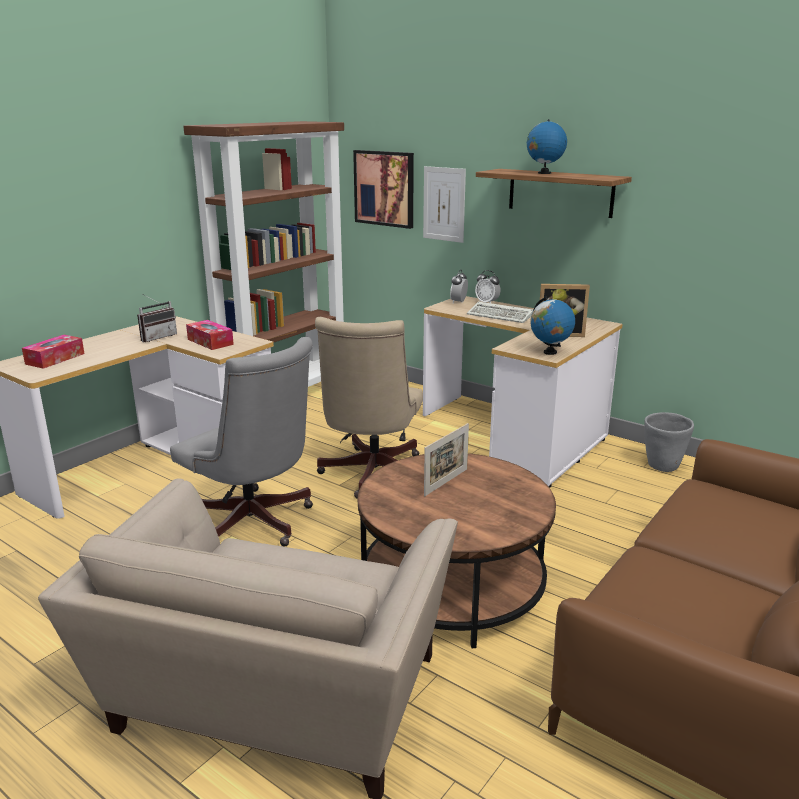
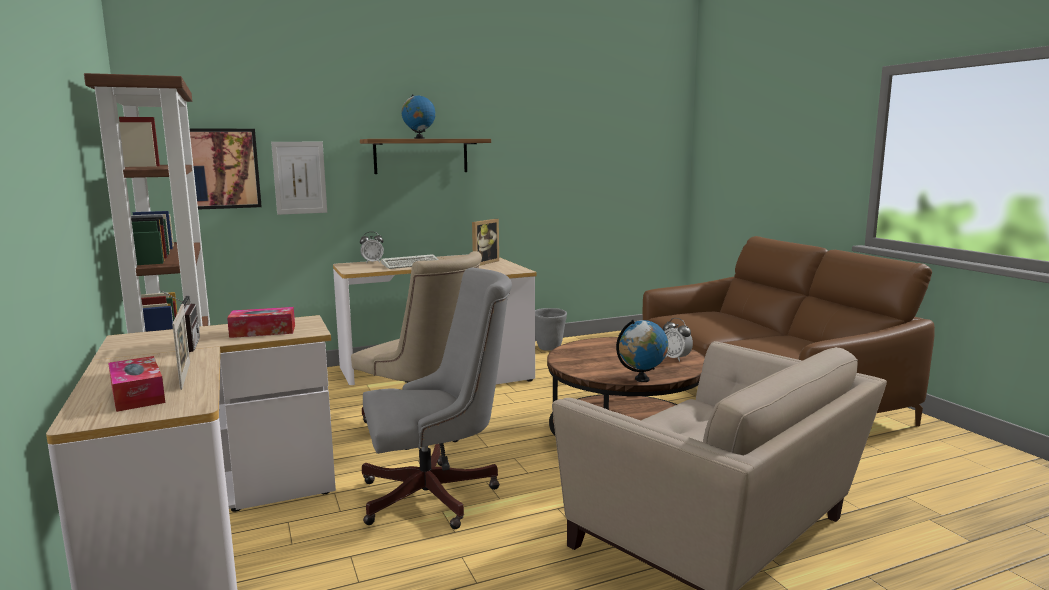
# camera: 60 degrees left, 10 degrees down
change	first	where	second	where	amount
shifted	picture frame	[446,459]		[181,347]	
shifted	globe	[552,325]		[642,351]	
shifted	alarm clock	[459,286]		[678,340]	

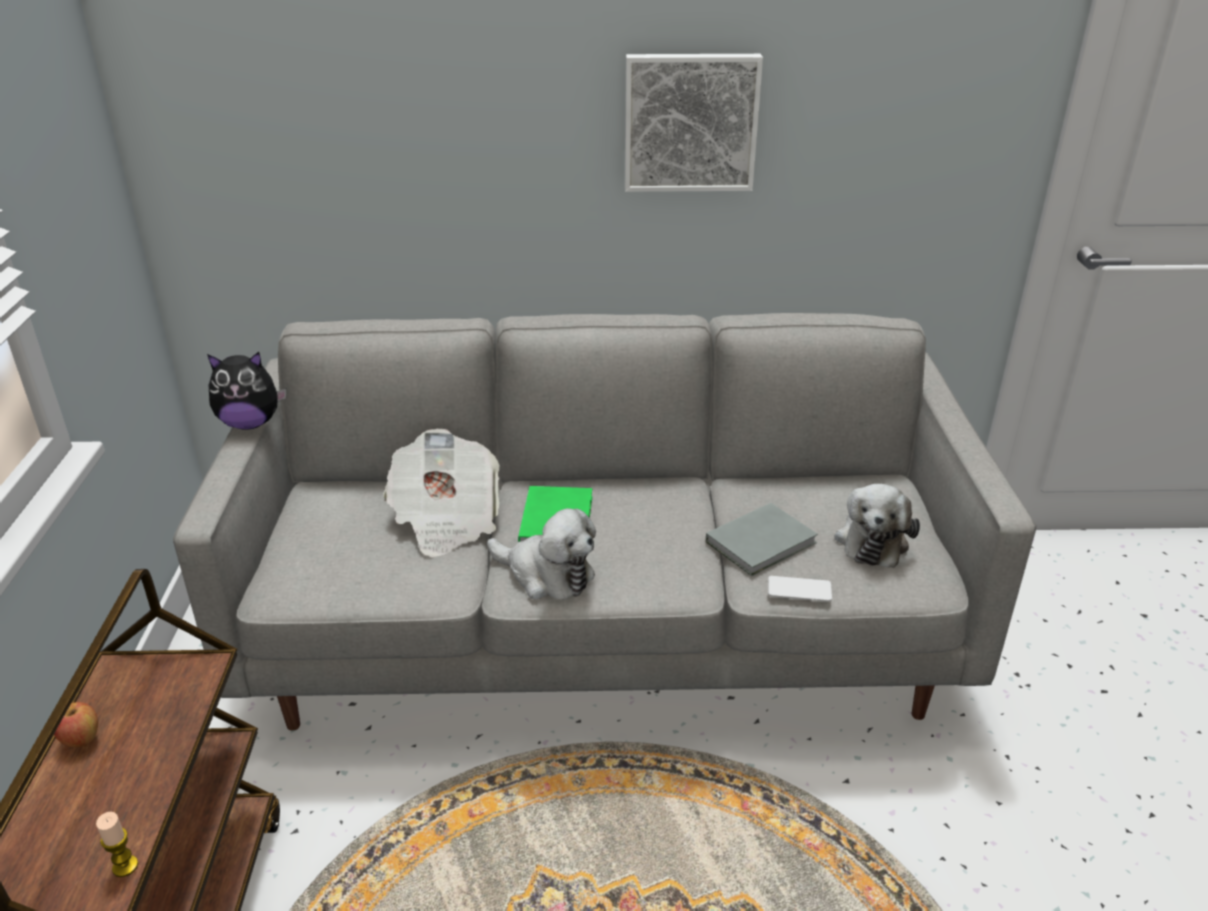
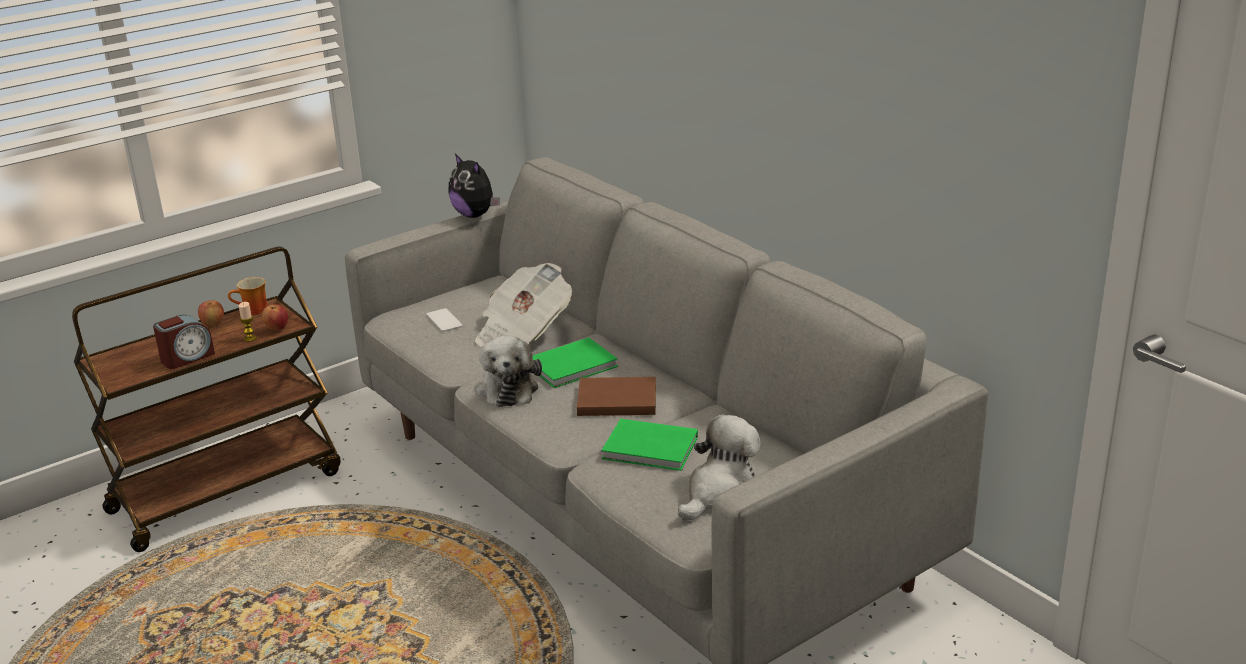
# camera: 55 degrees right, 5 degrees down
change	first	where	second	where	amount
new			alarm clock	[184,342]	
new			mug	[247,296]	
shifted	candle	[117,844]		[248,322]	
new			apple	[275,317]	
shifted	phone	[800,589]		[444,320]	
new			brown book	[616,396]	
repainted	grey book	[762,539]	green book	[649,445]	
rotated	plush toy	[877,526]		[719,468]	150 degrees clockwise
gone	picture	[694,123]			

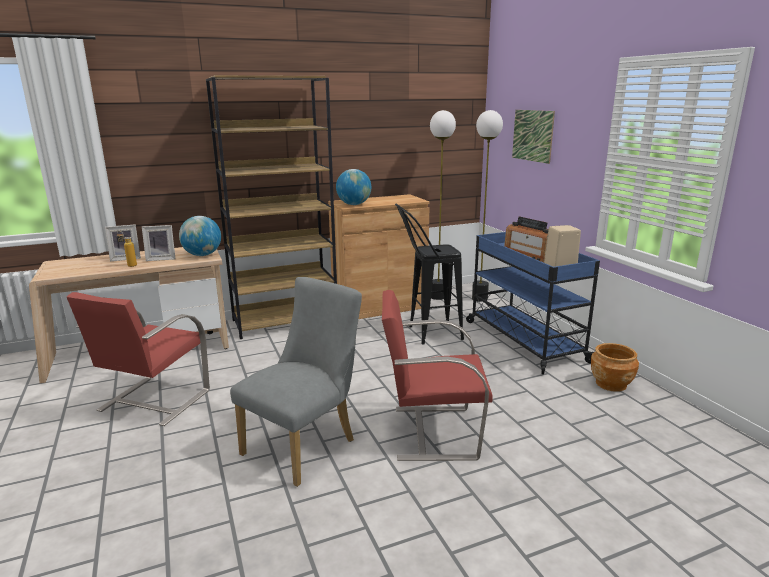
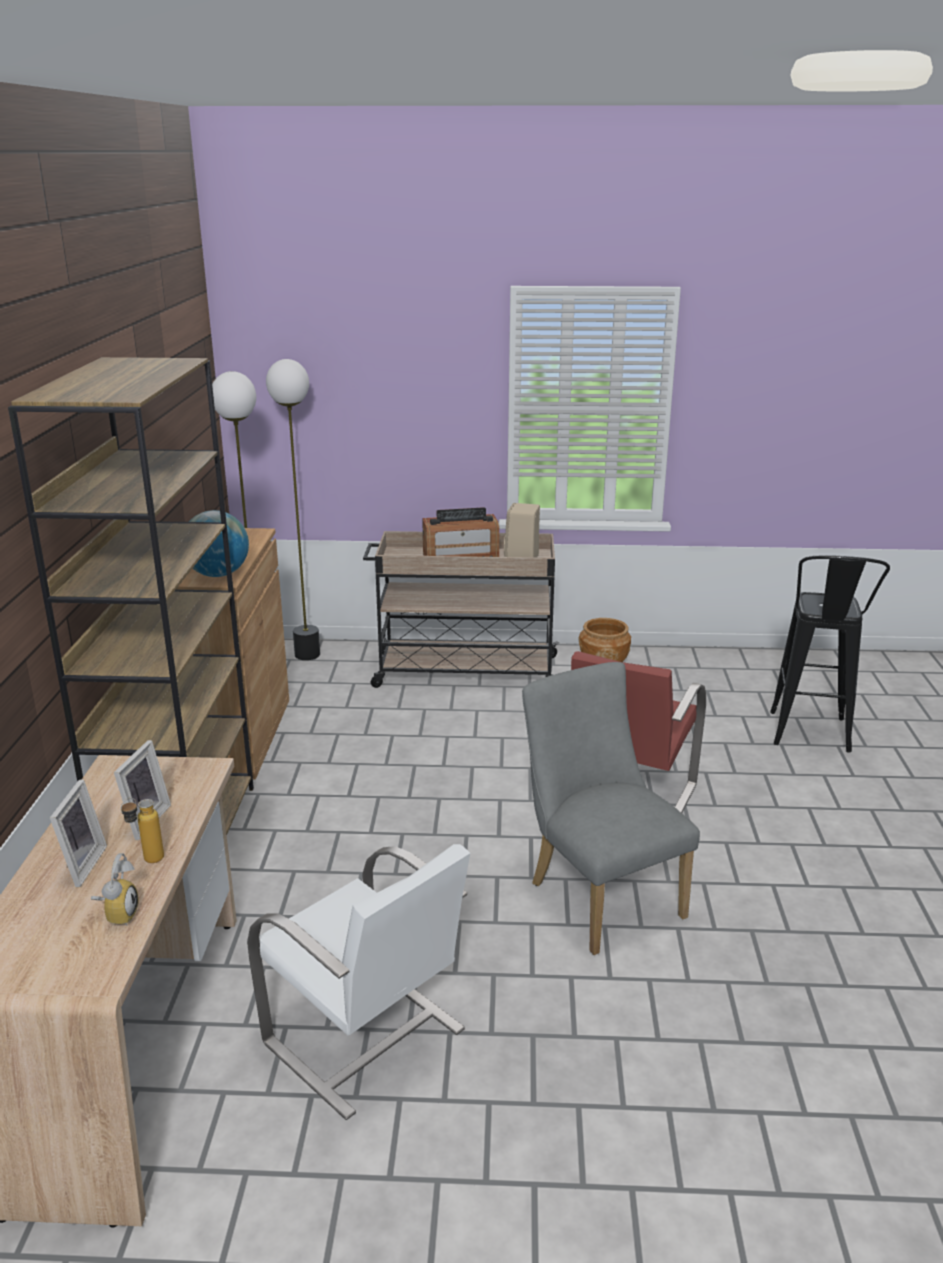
# camera: 65 degrees left, 5 degrees up
change	first	where	second	where	amount
new			alarm clock	[115,889]	
repainted	red chair	[138,359]	white chair	[358,982]	
repainted	blue cart	[533,303]	beige cart	[461,609]	
shifted	black stool	[429,274]		[830,654]	
gone	globe	[200,236]			
gone	picture	[533,137]			

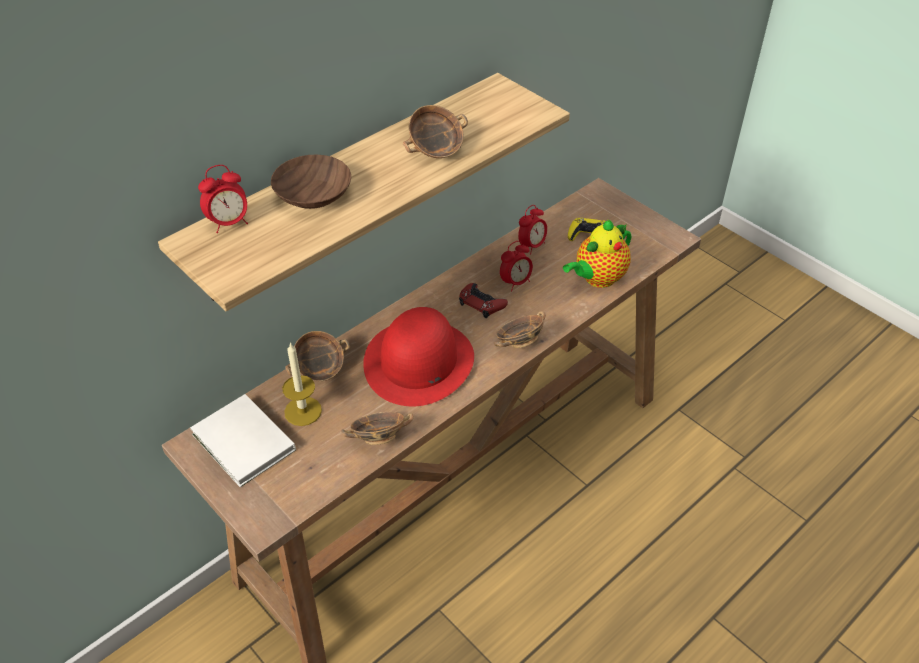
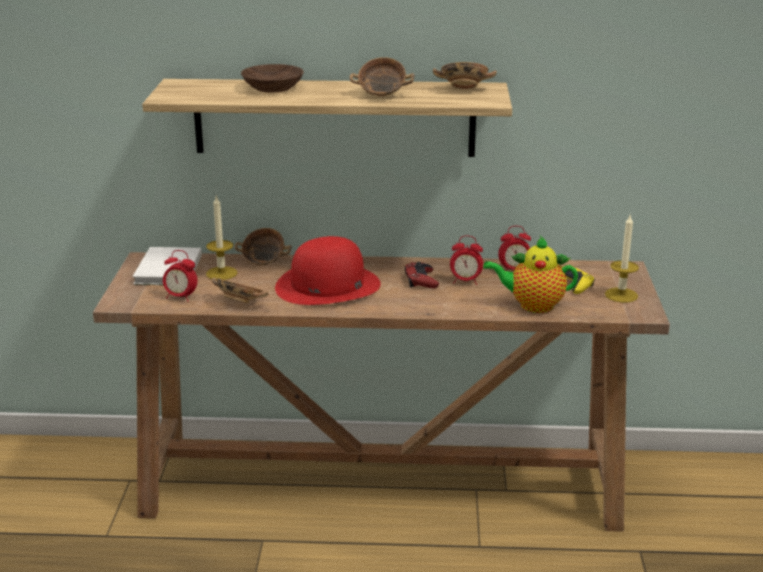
# camera: 45 degrees right, 20 degrees down
change	first	where	second	where	amount
shifted	alarm clock	[223,199]		[180,276]	
shifted	bowl	[520,329]		[465,75]	
new			candle	[622,259]	

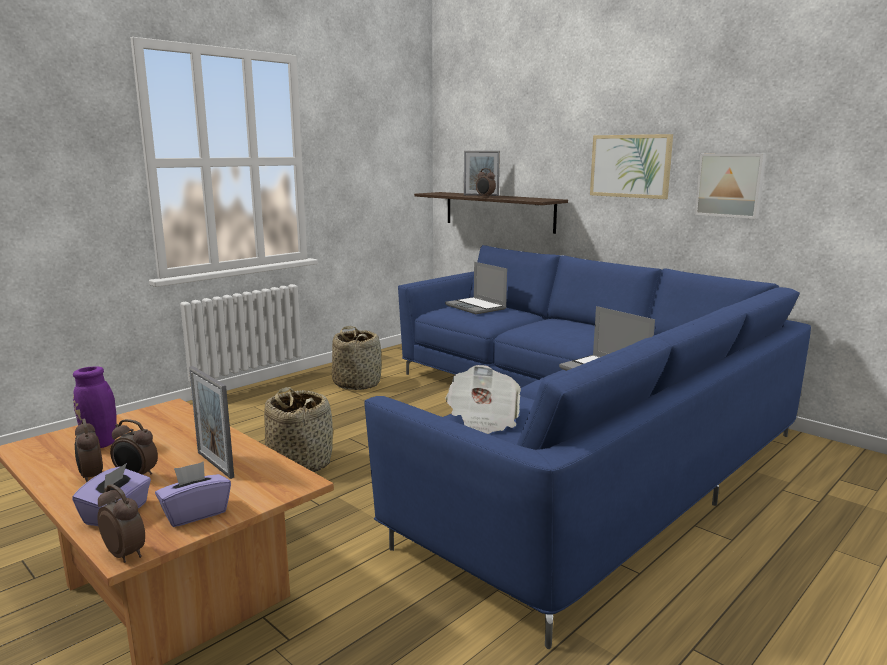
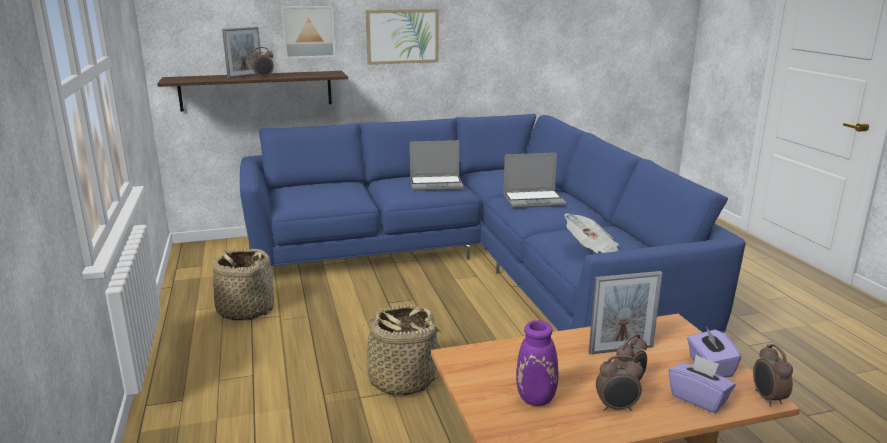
# camera: 60 degrees left, 5 degrees up
change	first	where	second	where	amount
shifted	picture	[730,186]		[308,32]	
shifted	laptop	[476,288]		[437,165]	
rotated	alarm clock	[121,523]		[773,375]	75 degrees counterclockwise

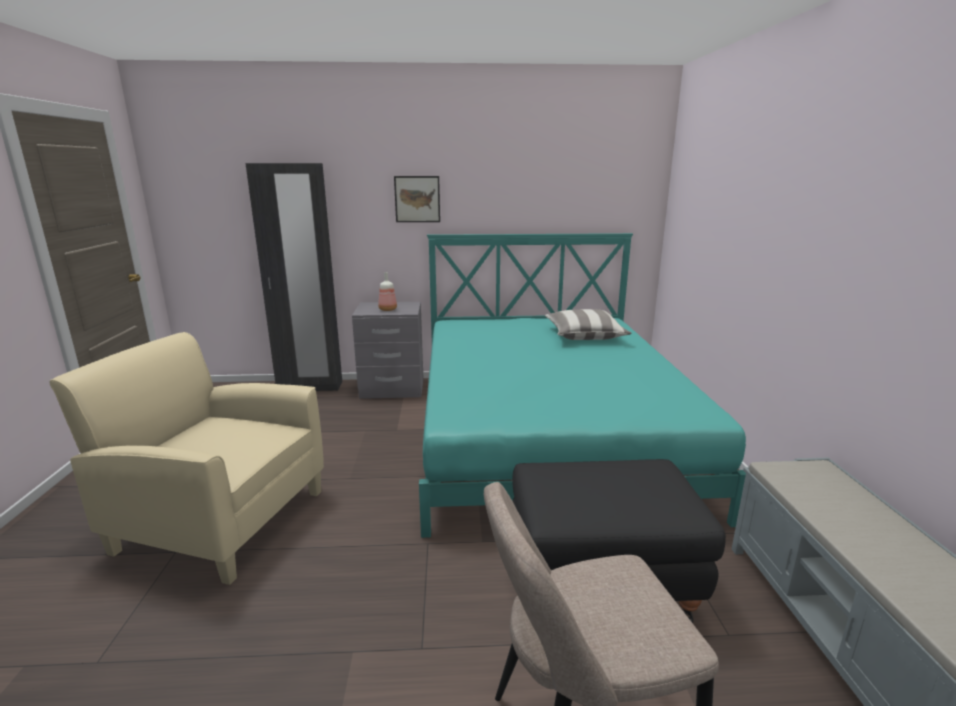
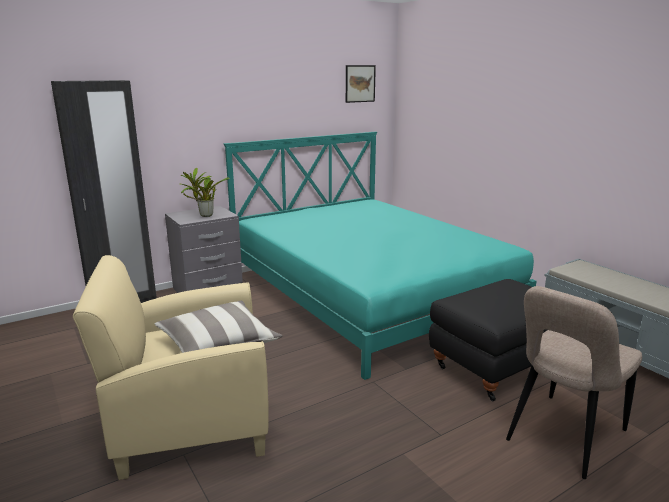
# camera: 30 degrees left, 0 degrees up
change	first	where	second	where	amount
shifted	pillow	[588,324]		[218,327]	
swapped	bottle	[387,291]	potted plant	[205,192]	
shifted	picture	[417,199]		[361,84]	

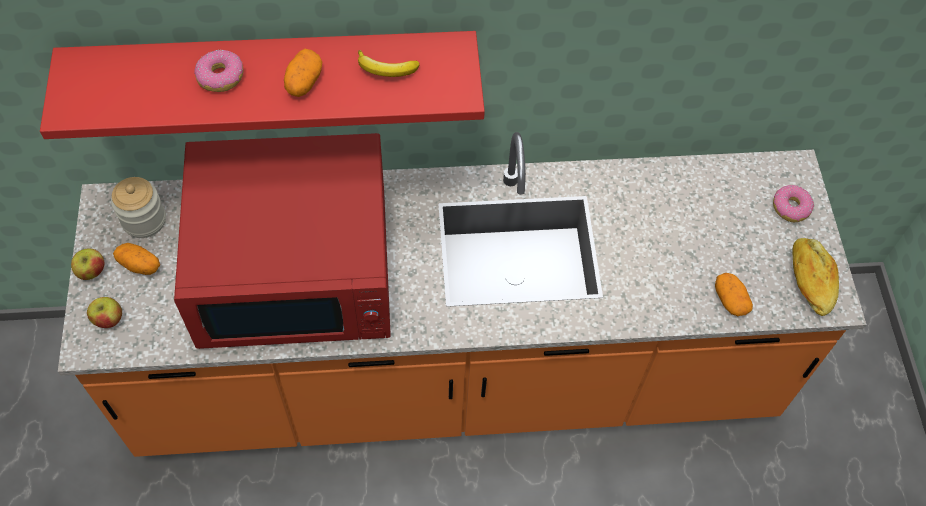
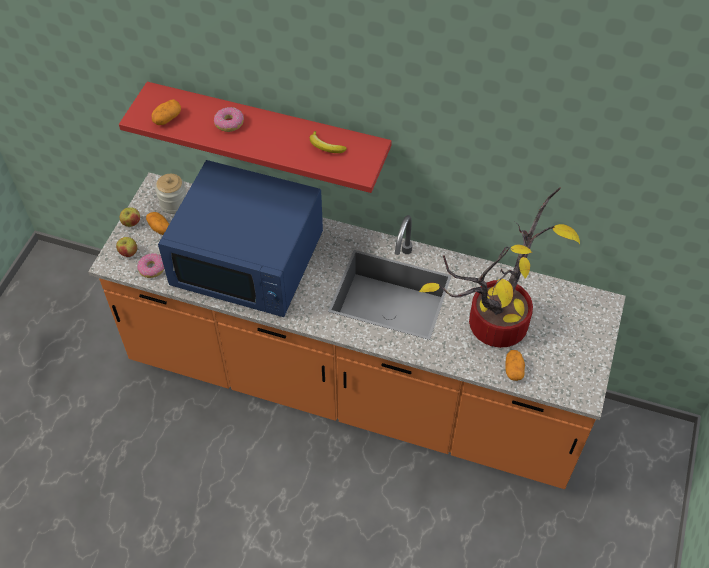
# camera: 25 degrees right, 5 degrees down
change	first	where	second	where	amount
shifted	donut	[793,204]		[150,265]	
shifted	potato	[303,73]		[166,112]	
repainted	red microwave	[282,241]	blue microwave	[240,238]	
new			potted plant	[499,267]	
gone	bread	[815,277]			

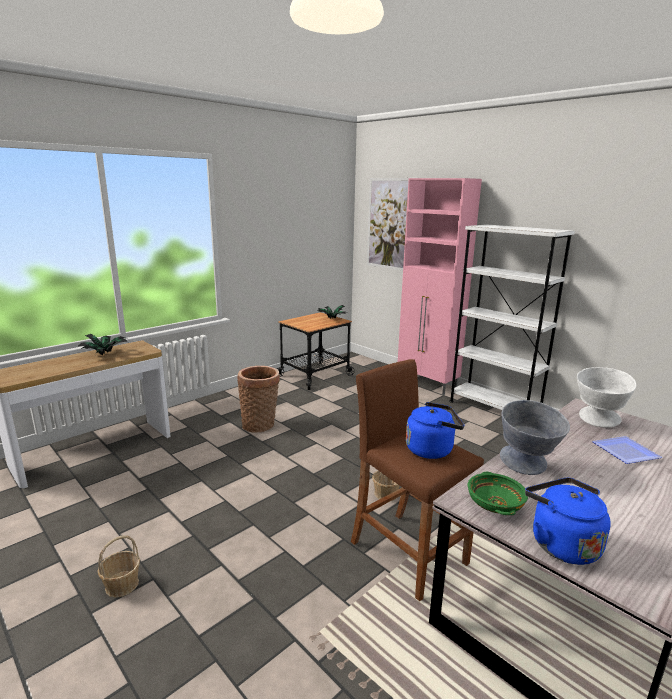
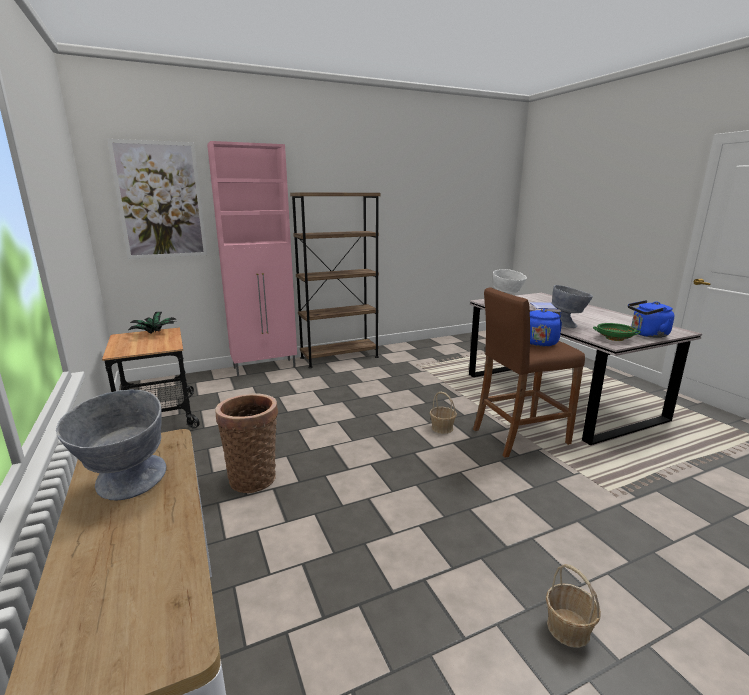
# camera: 70 degrees left, 0 degrees up
change	first	where	second	where	amount
swapped	potted plant	[102,344]	grey bowl	[111,445]	
repainted	white bookcase	[512,317]	brown bookcase	[335,280]	

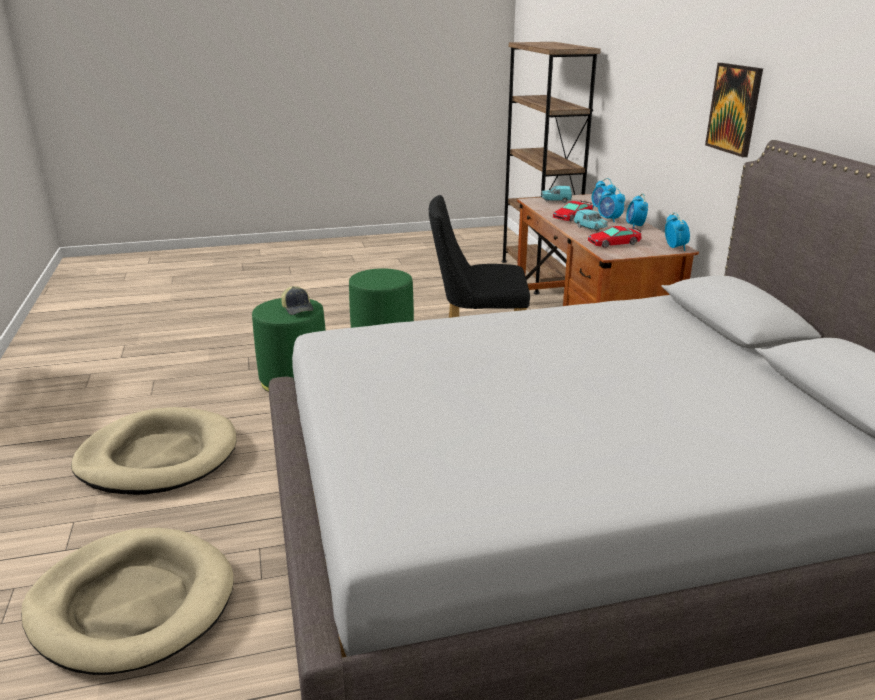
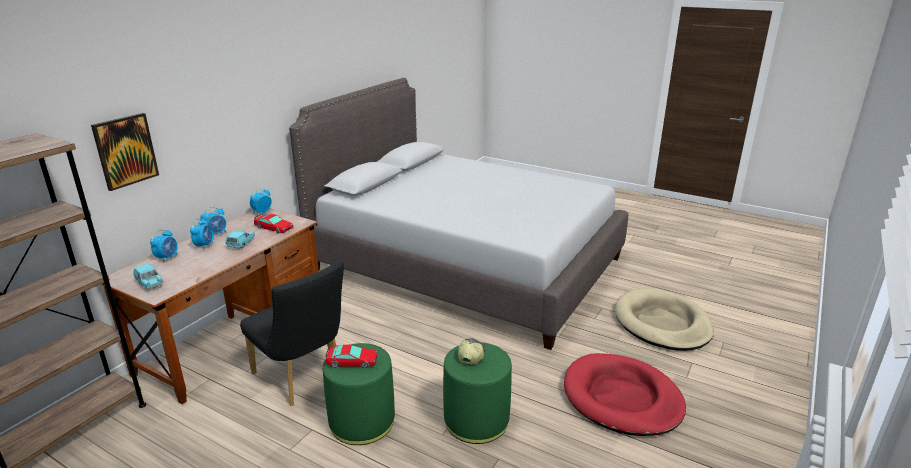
# camera: 135 degrees left, 0 degrees up
change	first	where	second	where	amount
shifted	picture	[734,110]		[125,152]	
shifted	toy car	[573,211]		[351,356]	
repainted	beige dog bed	[154,451]	red dog bed	[625,394]	

